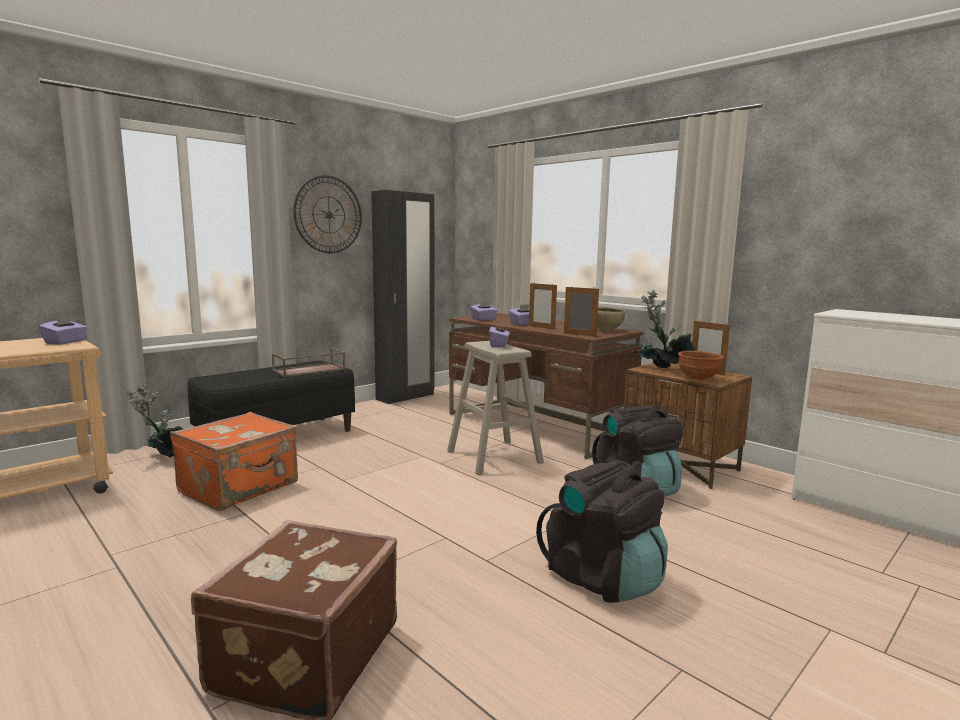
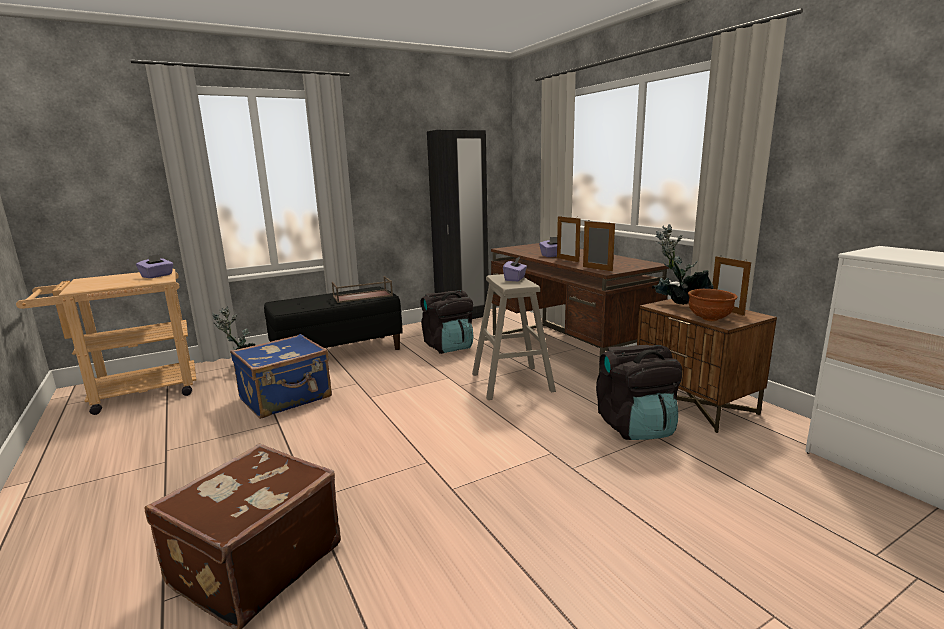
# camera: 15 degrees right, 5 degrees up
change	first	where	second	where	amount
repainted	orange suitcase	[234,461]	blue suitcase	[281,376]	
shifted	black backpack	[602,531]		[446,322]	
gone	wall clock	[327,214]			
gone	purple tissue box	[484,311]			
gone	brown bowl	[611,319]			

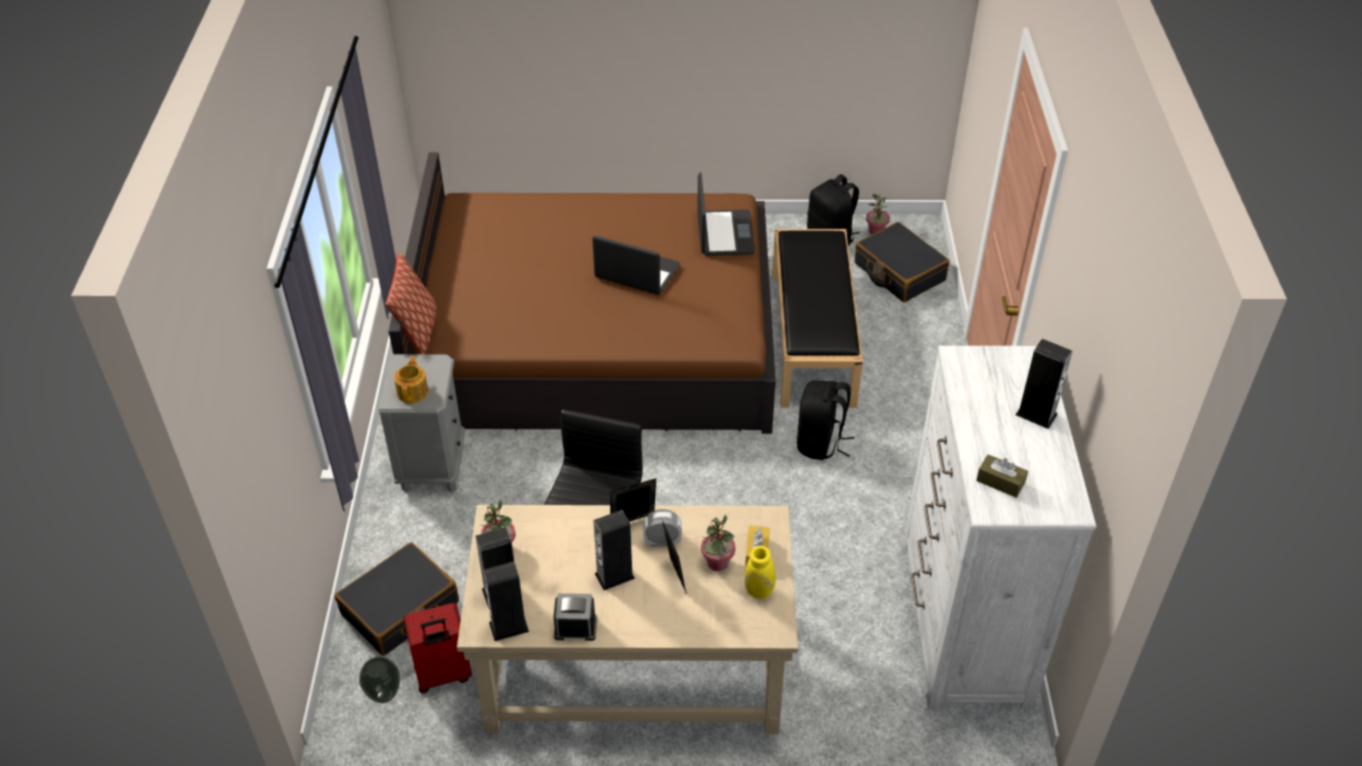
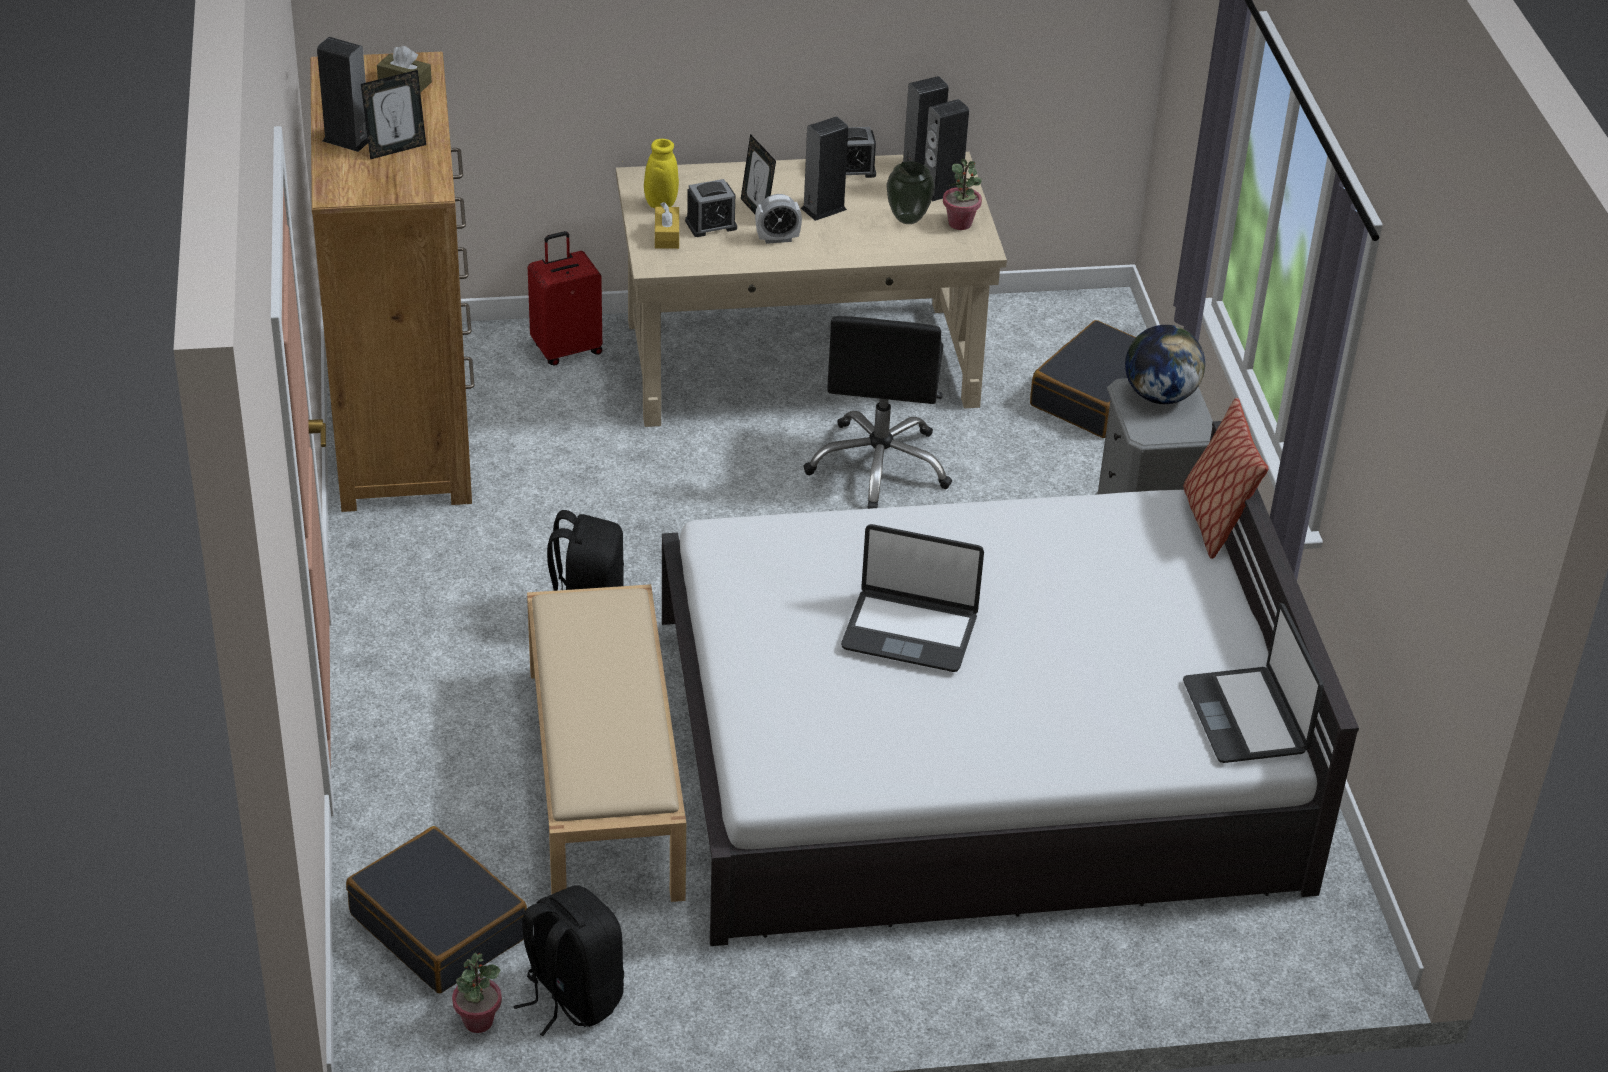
# camera: 170 degrees right, 5 degrees down
change	first	where	second	where	amount
repainted	white dresser	[1000,527]	brown dresser	[392,282]	
shifted	picture frame	[633,500]		[393,114]	
repainted	black bench	[817,318]	beige bench	[606,743]	
shifted	red suitcase	[437,648]		[565,298]	
repainted	brown bed	[582,293]	white bed	[1010,683]	
swapped	potted plant	[718,543]	alarm clock	[711,208]	
shifted	vase	[379,680]		[910,192]	
swapped	teapot	[411,379]	globe	[1165,364]	
shifted	laptop	[726,214]		[1253,683]	

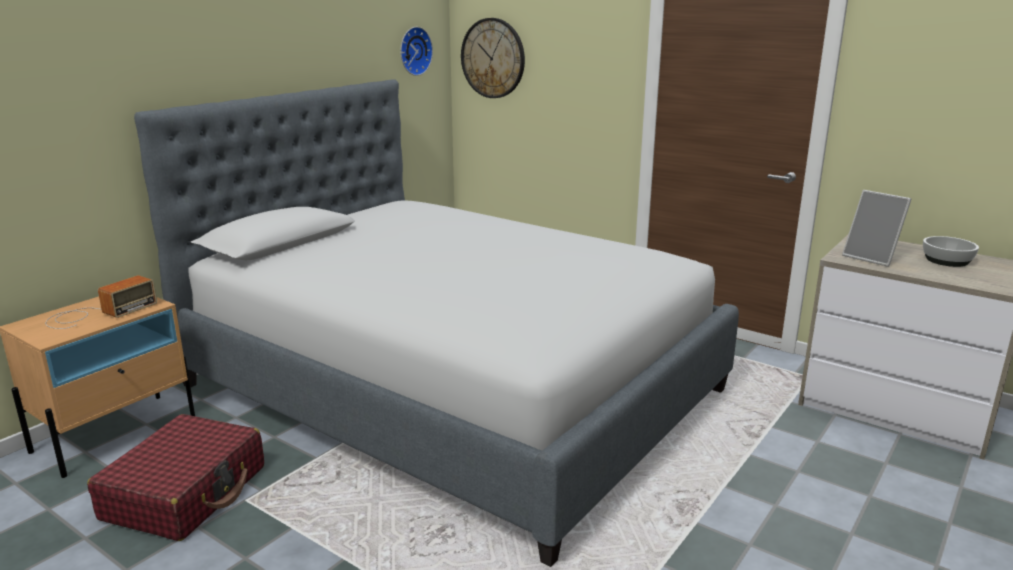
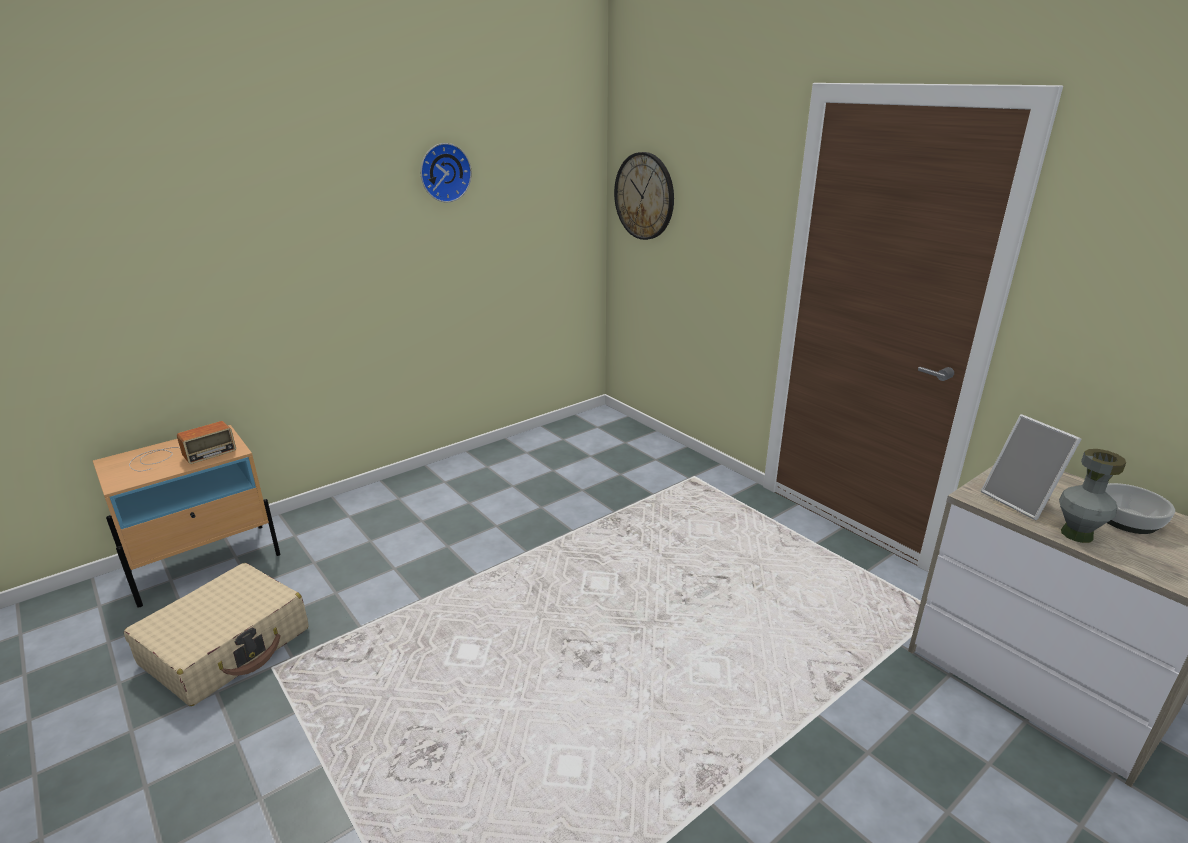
# camera: 15 degrees right, 5 degrees up
change	first	where	second	where	amount
repainted	red suitcase	[175,477]	beige suitcase	[216,634]	
shifted	wall clock	[416,51]		[446,172]	
new			grey vase	[1092,496]	
gone	bed	[436,323]			

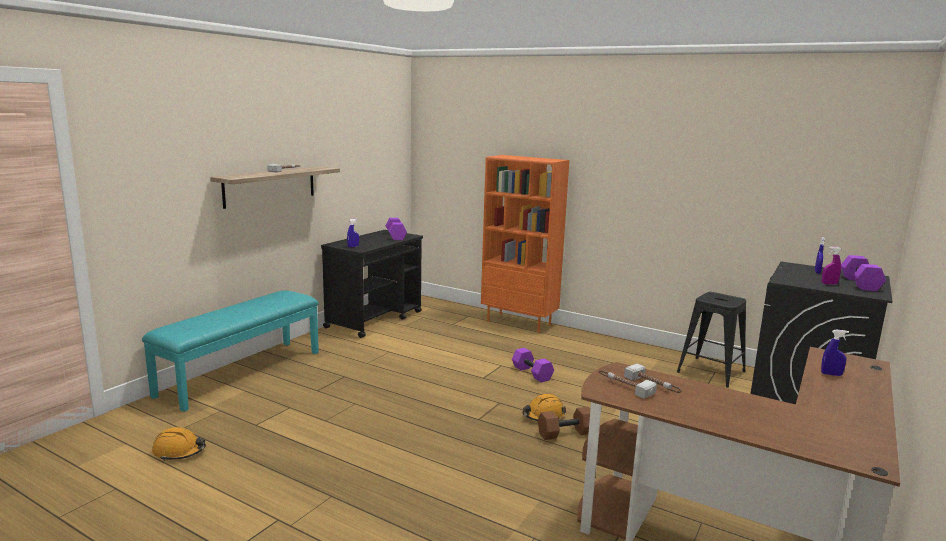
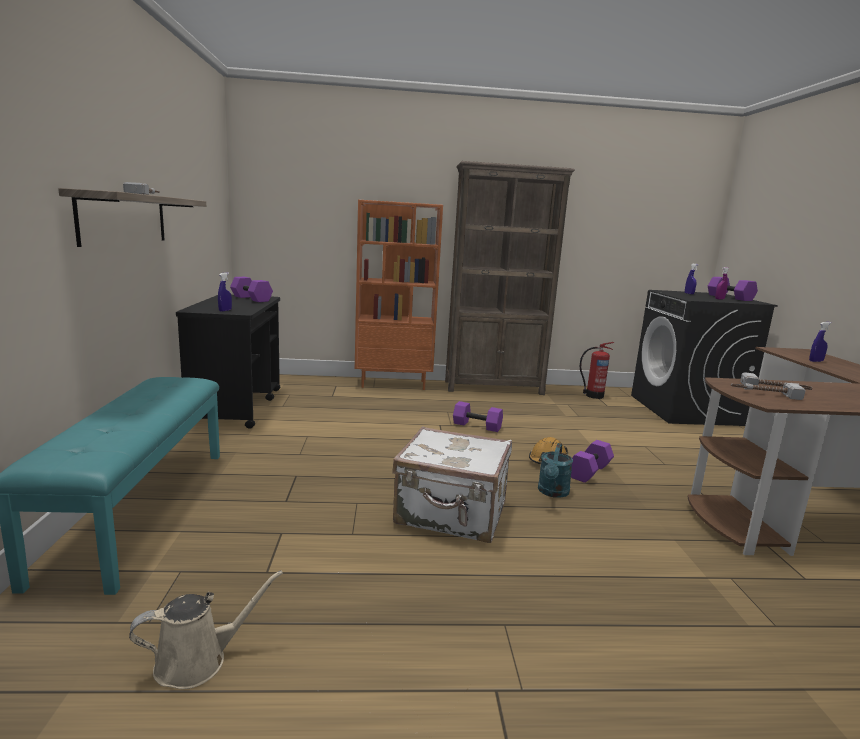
# camera: 35 degrees left, 0 degrees up
change	first	where	second	where	amount
swapped	orange hard hat	[179,444]	beige watering can	[206,629]	
new			white suitcase	[452,484]	
new			brown bookcase	[510,278]	
new			turquoise watering can	[555,470]	
repainted	brown dumbbell	[564,423]	purple dumbbell	[592,461]	
swapped	black stool	[711,340]	fire extinguisher	[597,370]	

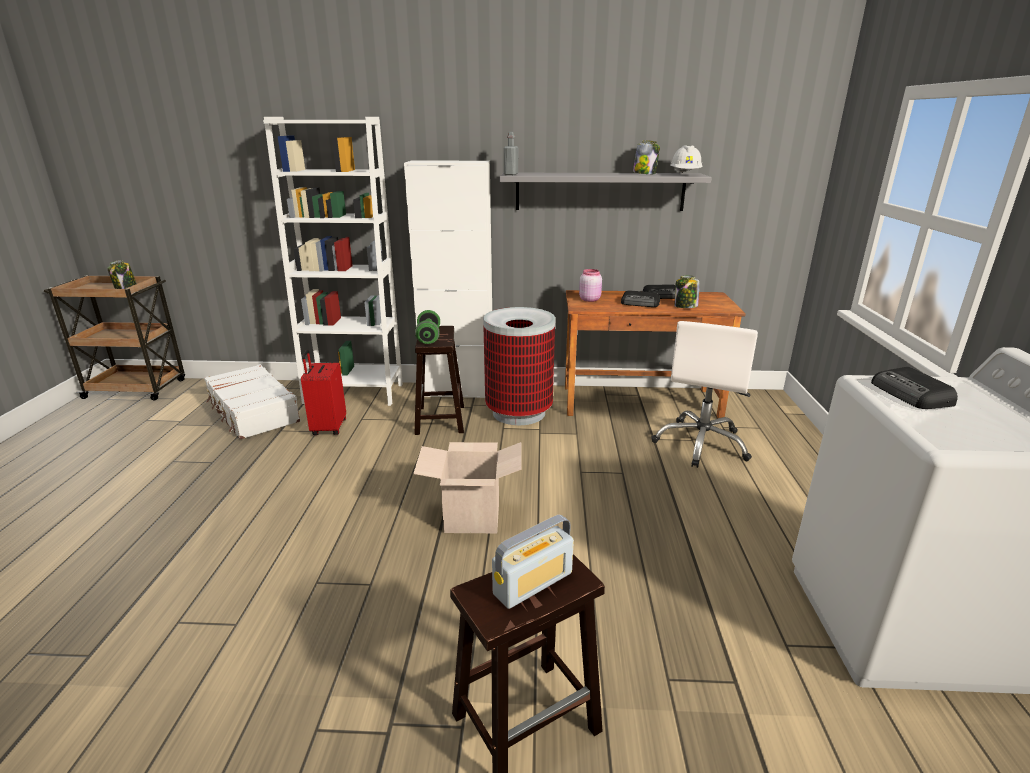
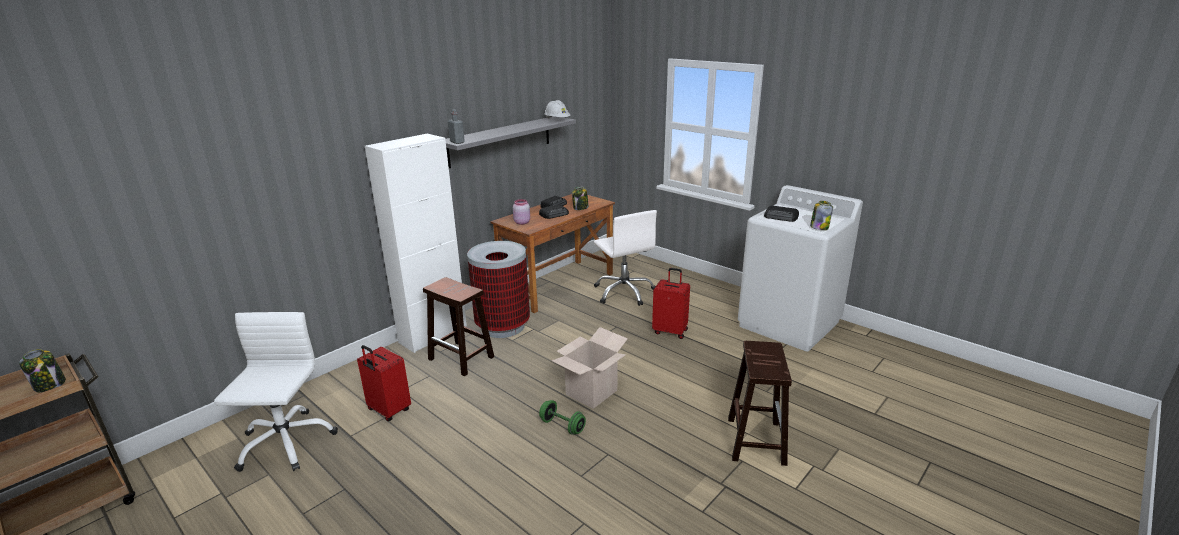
# camera: 50 degrees left, 0 degrees up
change	first	where	second	where	amount
swapped	white suitcase	[252,402]	white office chair	[276,392]	
shifted	green dumbbell	[427,327]		[562,417]	
new			red suitcase	[671,303]	
shifted	jar	[646,157]		[821,215]	
gone	white bookcase	[333,261]			
gone	radio	[533,562]			

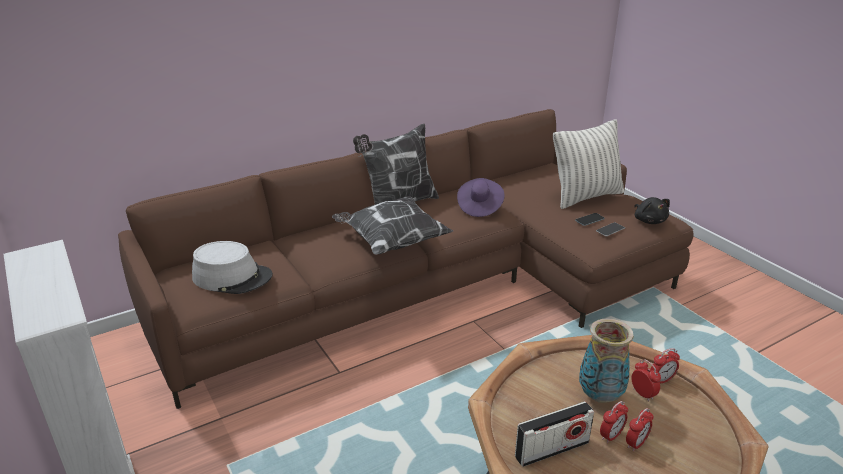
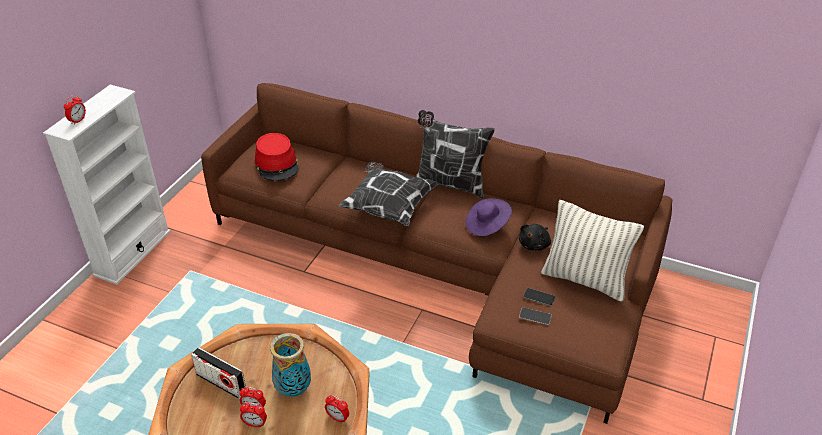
# camera: 55 degrees right, 10 degrees up
change	first	where	second	where	amount
shifted	alarm clock	[646,380]		[75,110]	
repainted	grey hat	[232,267]	red hat	[277,157]	
shifted	black plush toy	[652,210]		[535,237]	

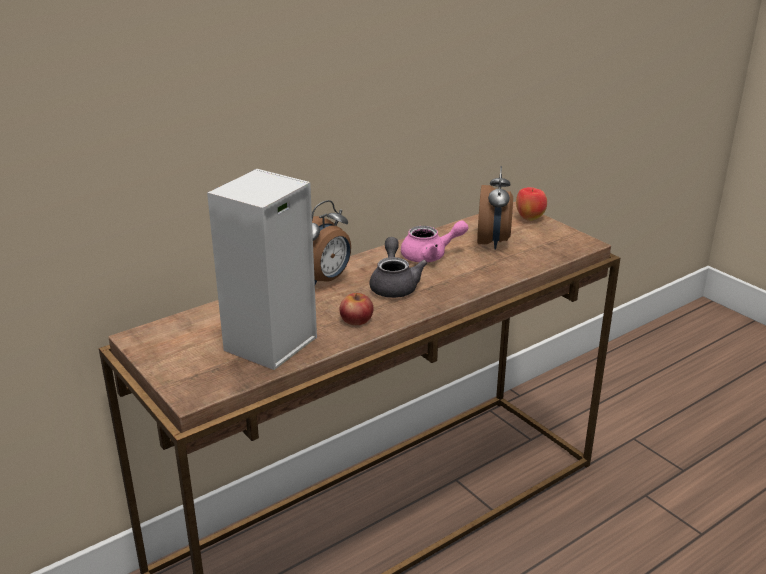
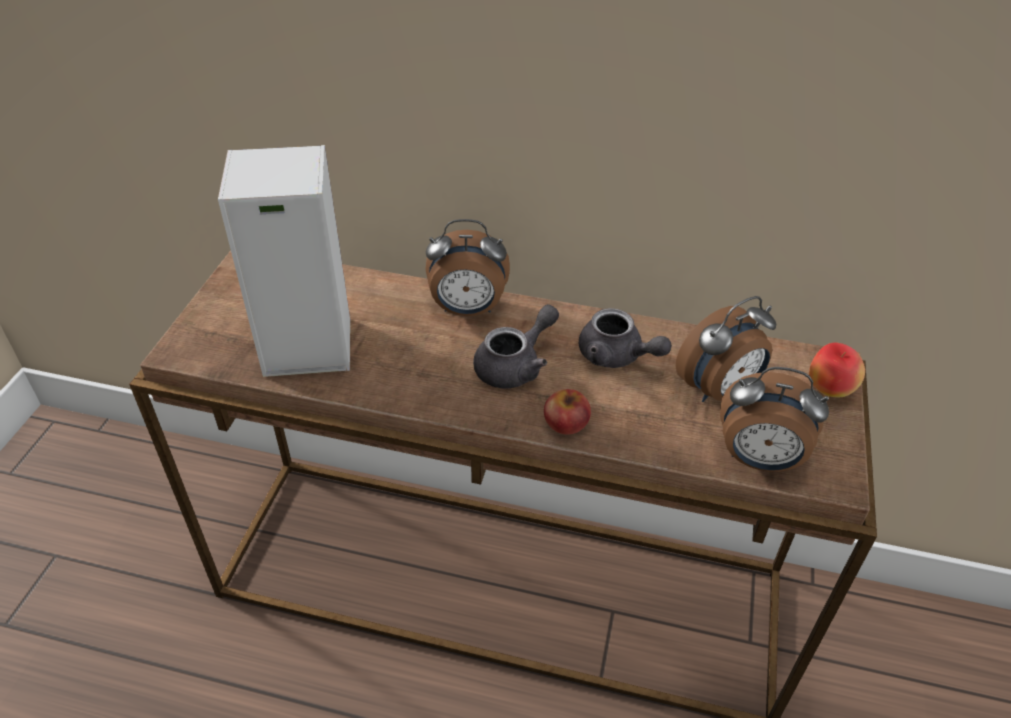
# camera: 50 degrees right, 15 degrees up
change	first	where	second	where	amount
shifted	apple	[356,309]		[567,412]	
repainted	pink teapot	[434,241]	grey teapot	[625,338]	
new			alarm clock	[774,419]	

